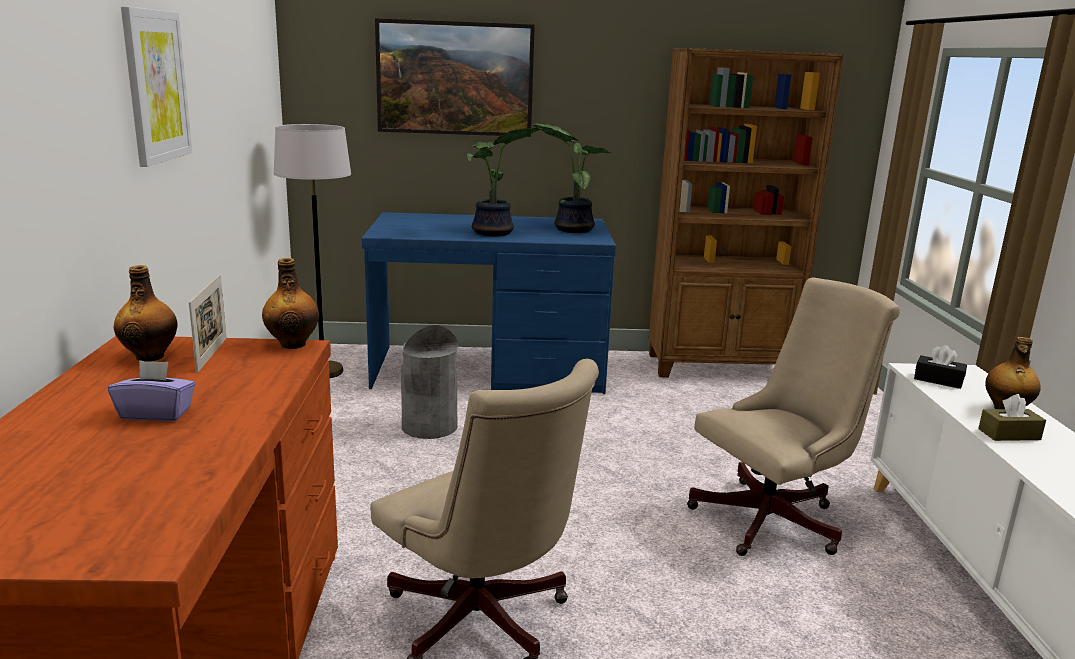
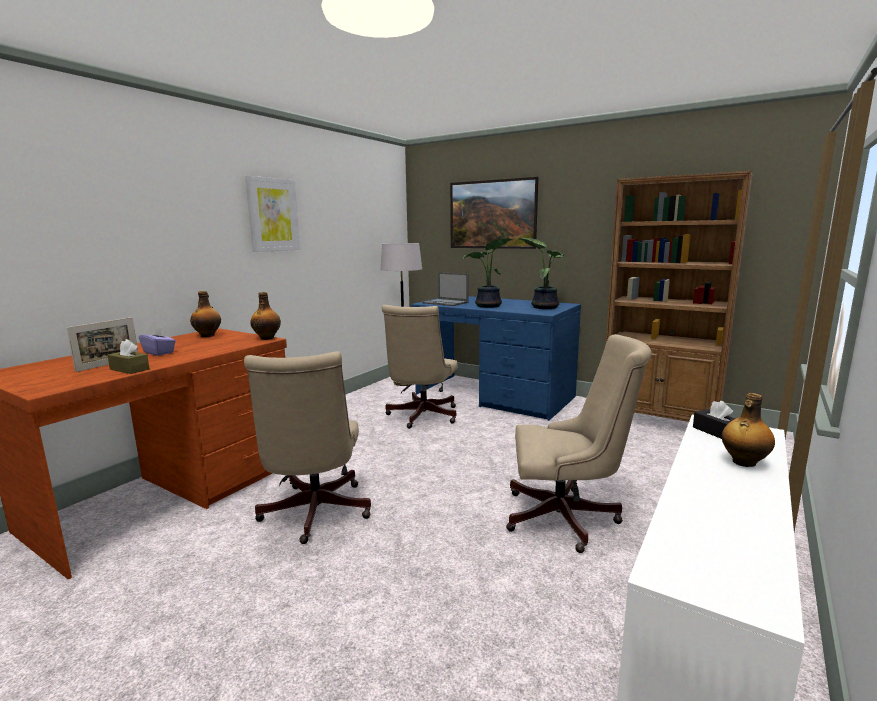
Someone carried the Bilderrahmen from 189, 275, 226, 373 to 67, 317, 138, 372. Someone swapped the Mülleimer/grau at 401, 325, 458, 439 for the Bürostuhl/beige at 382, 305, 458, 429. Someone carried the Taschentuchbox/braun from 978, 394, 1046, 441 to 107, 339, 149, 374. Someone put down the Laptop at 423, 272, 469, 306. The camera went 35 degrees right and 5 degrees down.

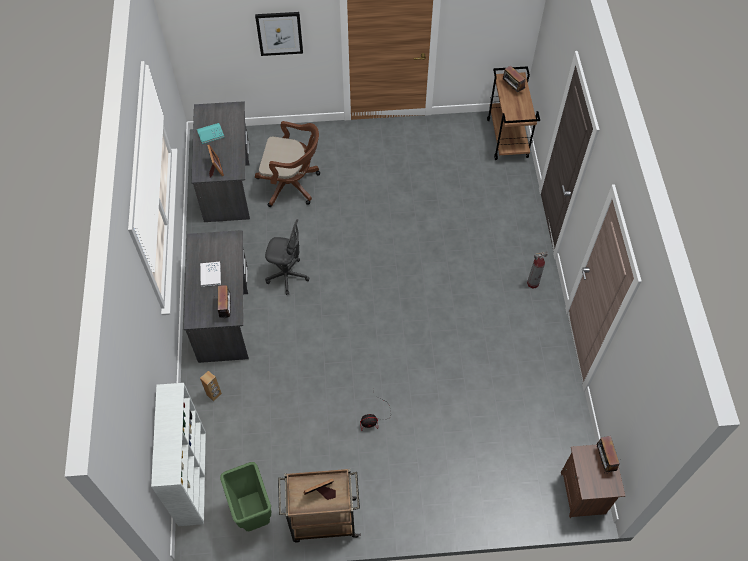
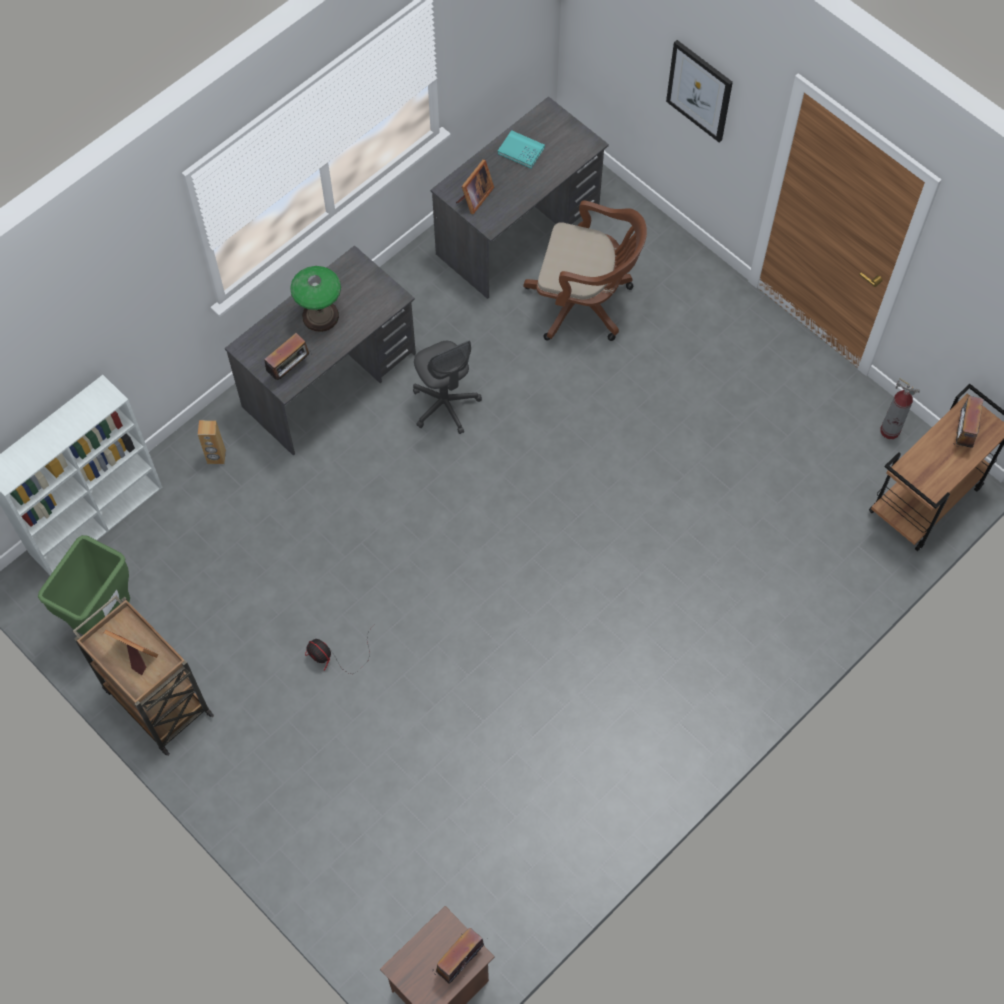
Someone swapped the Buch/weiß at 200, 262, 221, 287 for the Tischlampe at 290, 266, 341, 332. Someone rotated the Bürostuhl/braun at 255, 121, 320, 207 by 45 degrees counterclockwise. Someone carried the Feuerlöscher from 527, 251, 548, 289 to 881, 378, 920, 439. The camera went 50 degrees right and 5 degrees up.

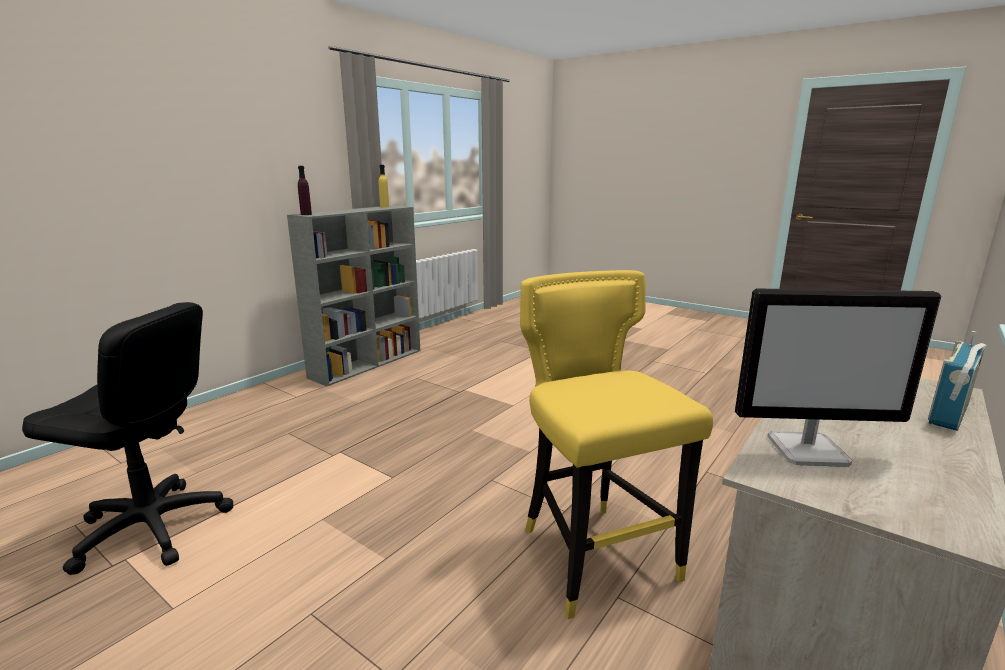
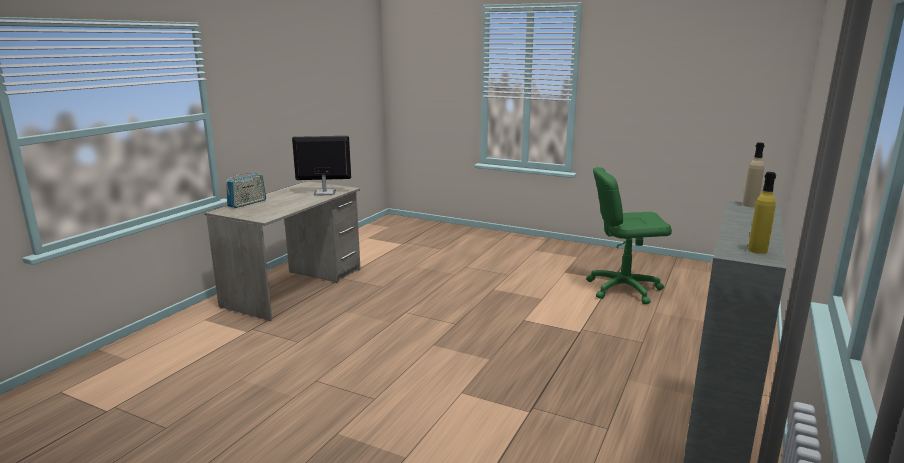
Someone repainted the Bürostuhl/schwarz at 22, 302, 233, 575, which became the Bürostuhl/grün at 586, 167, 672, 304. Someone repainted the Flasche/lila at 298, 166, 312, 215, which became the Flasche/beige at 743, 142, 764, 207. Someone took away the Hocker/gelb at 520, 270, 713, 619. The camera went 170 degrees right and 0 degrees up.

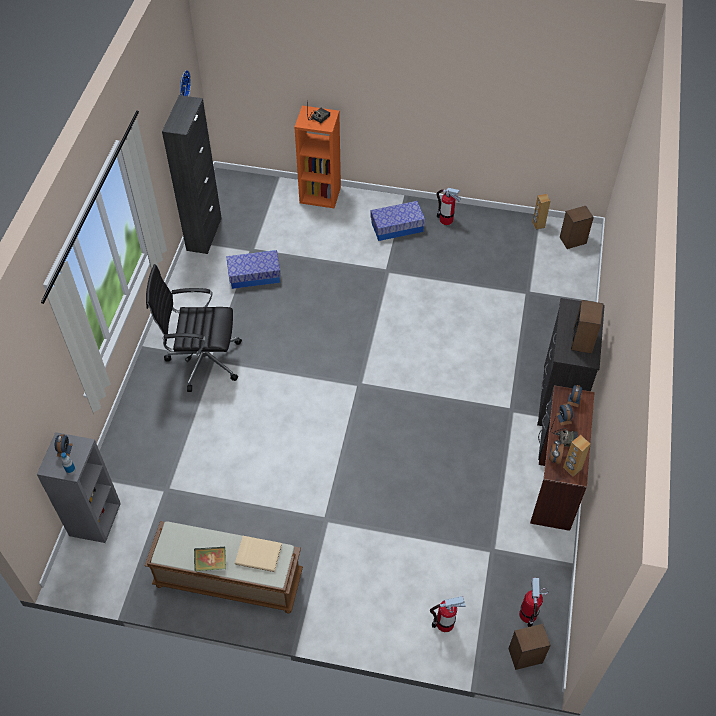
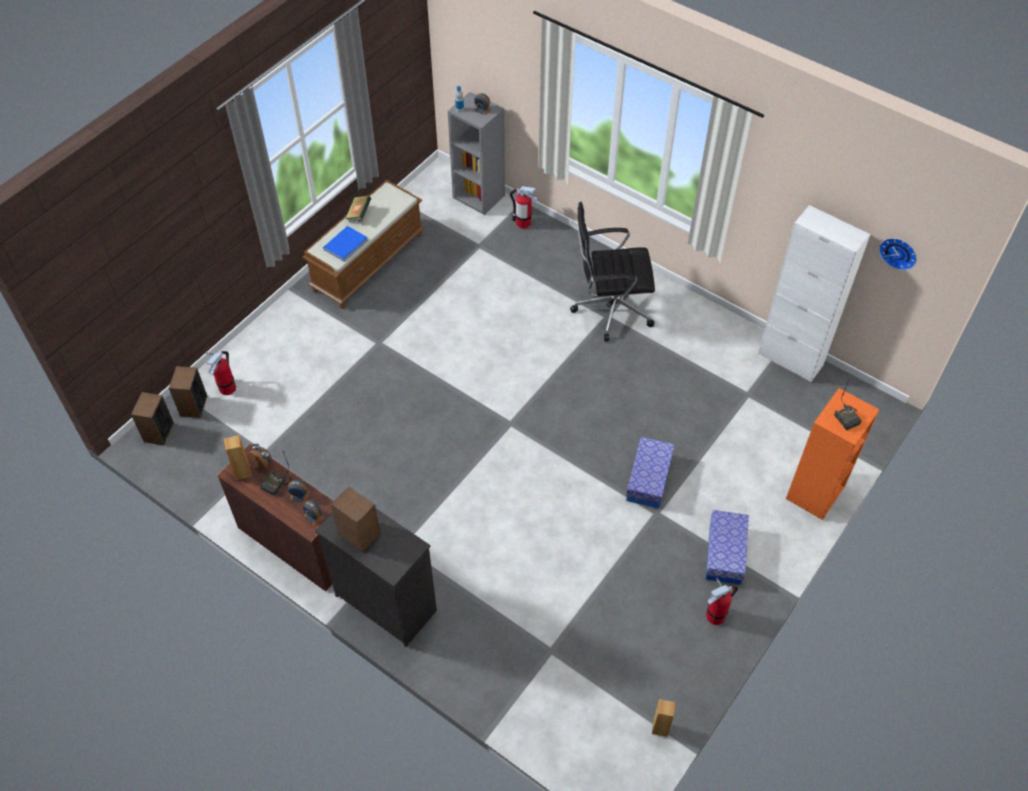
Someone rotated the Bürostuhl/schwarz at 146, 264, 242, 392 by 120 degrees counterclockwise. Someone repainted the Schrank/schwarz at 162, 95, 222, 254, which became the Schrank/weiß at 758, 205, 871, 382. Someone carried the Aufbewahrungsbox from 226, 250, 281, 289 to 626, 437, 674, 509. Someone repainted the Buch/beige at 235, 536, 282, 572, which became the Buch/blau at 323, 226, 368, 261. Someone carried the Feuerlöscher from 519, 578, 548, 627 to 510, 186, 537, 229. Someone carried the Lautsprecher from 560, 206, 594, 249 to 169, 366, 207, 418. The camera went 115 degrees right and 0 degrees up.

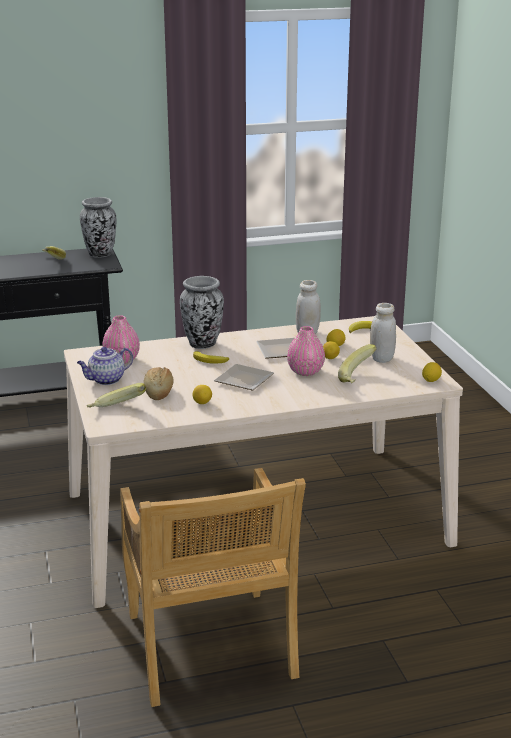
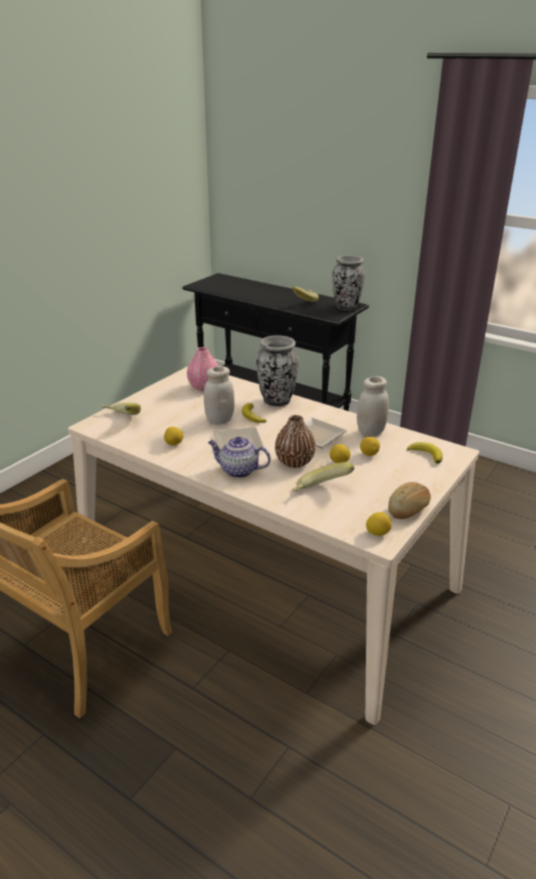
Someone carried the Teekanne from 77, 347, 133, 385 to 208, 437, 271, 478. Someone carried the Brot from 144, 367, 173, 400 to 388, 482, 431, 519. Someone repainted the Vase/rosa at 287, 326, 325, 376, which became the Vase/braun at 275, 415, 316, 468. Someone carried the Vorratsglas/weiß from 370, 303, 396, 363 to 204, 366, 234, 425. The camera went 50 degrees right and 5 degrees up.

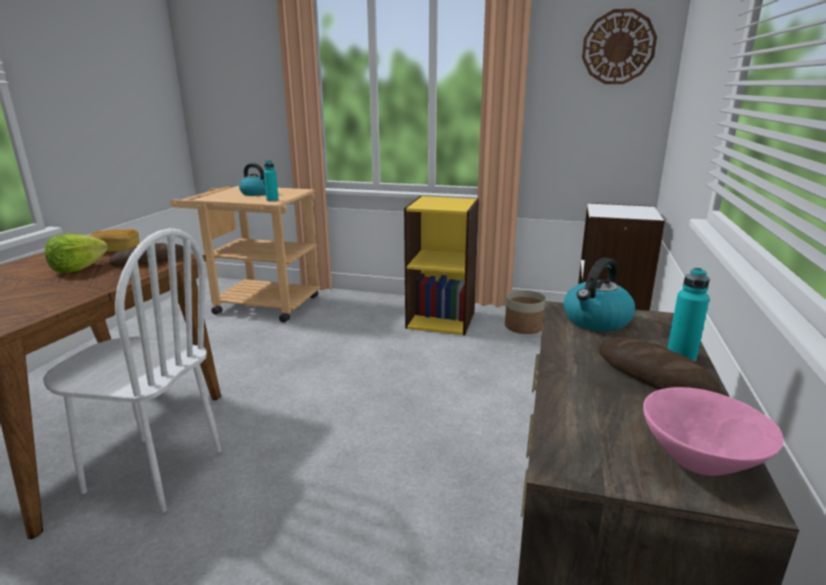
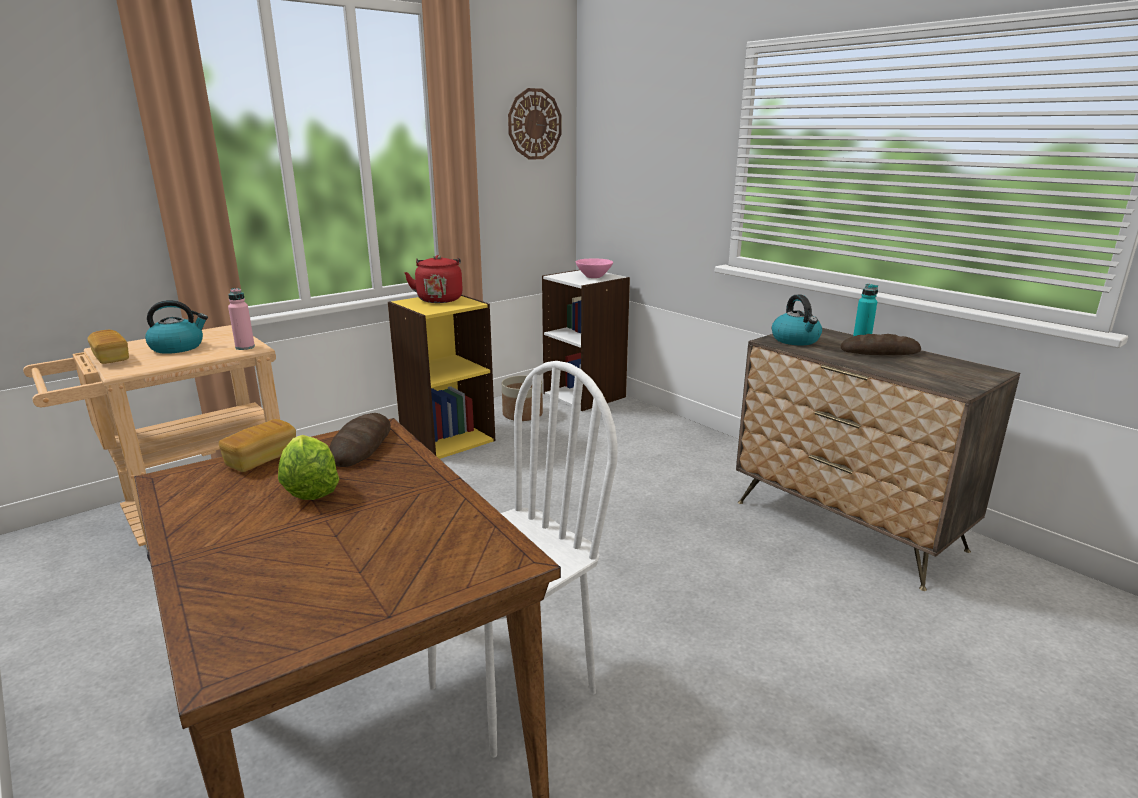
Someone repainted the Flasche/türkis at 264, 160, 279, 201, which became the Flasche/rosa at 228, 288, 255, 350. Someone carried the Schüssel/rosa from 643, 387, 784, 476 to 576, 259, 613, 278. Someone put down the Brot at 88, 330, 129, 364. Someone put down the Wasserkessel/rot at 404, 255, 463, 303. The camera went 55 degrees left and 0 degrees up.

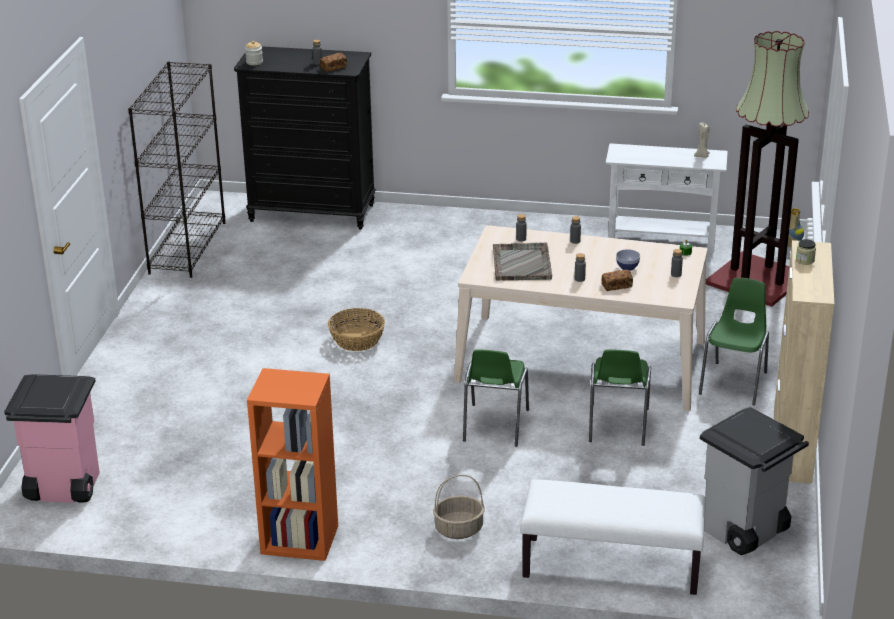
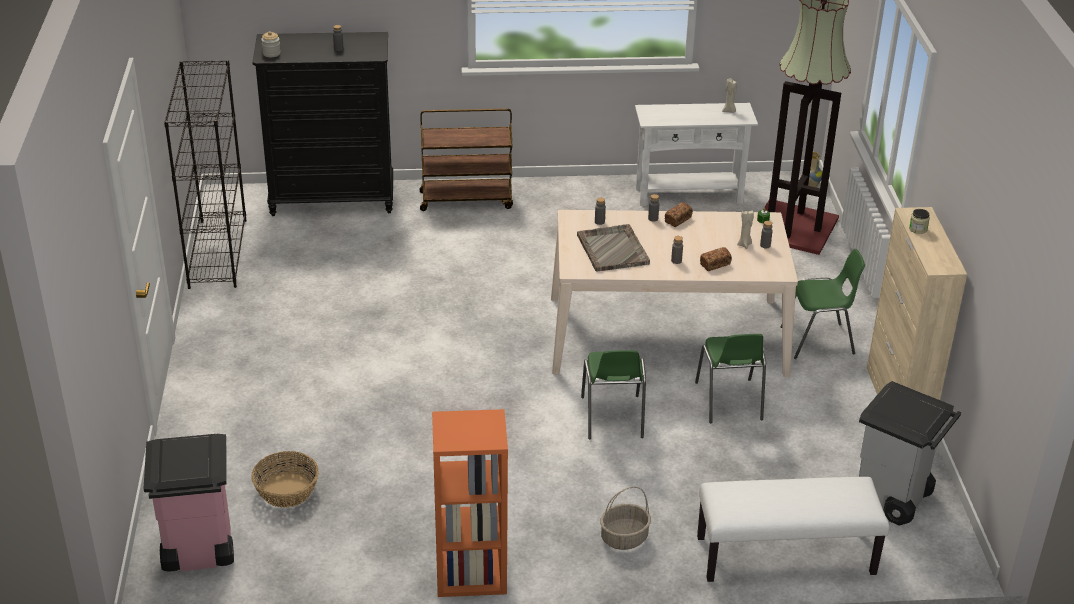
Someone carried the Brot from 320, 53, 347, 72 to 665, 202, 693, 227. Someone carried the Korb from 328, 308, 385, 351 to 251, 451, 319, 508. Someone took away the Schüssel at 616, 249, 640, 271. Someone rotated the Stuhl/grün at 699, 278, 769, 405 by 75 degrees clockwise. Someone put down the Rollwagen/braun at 420, 108, 513, 211. Someone put down the Kerze/beige at 737, 210, 754, 249. The camera went 15 degrees left and 5 degrees up.

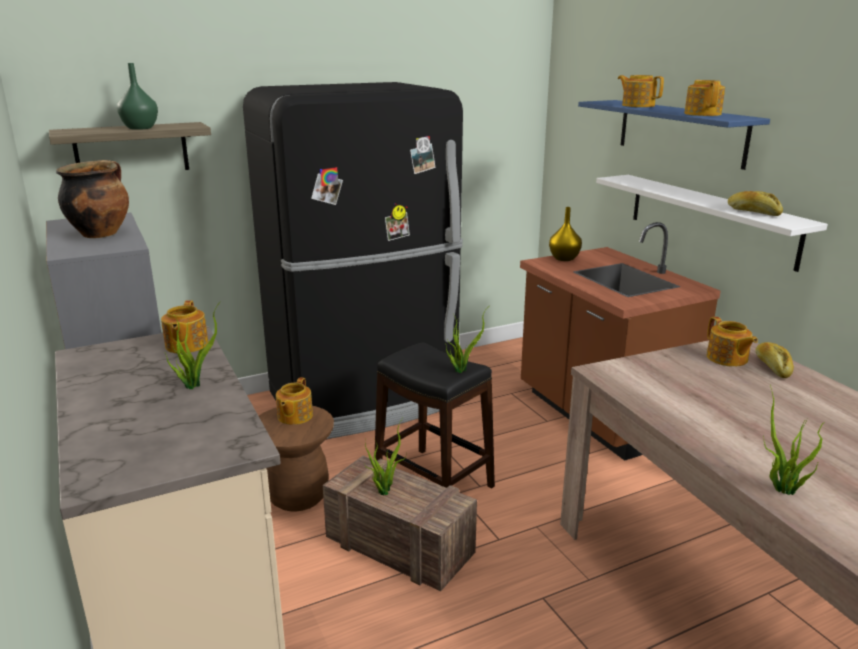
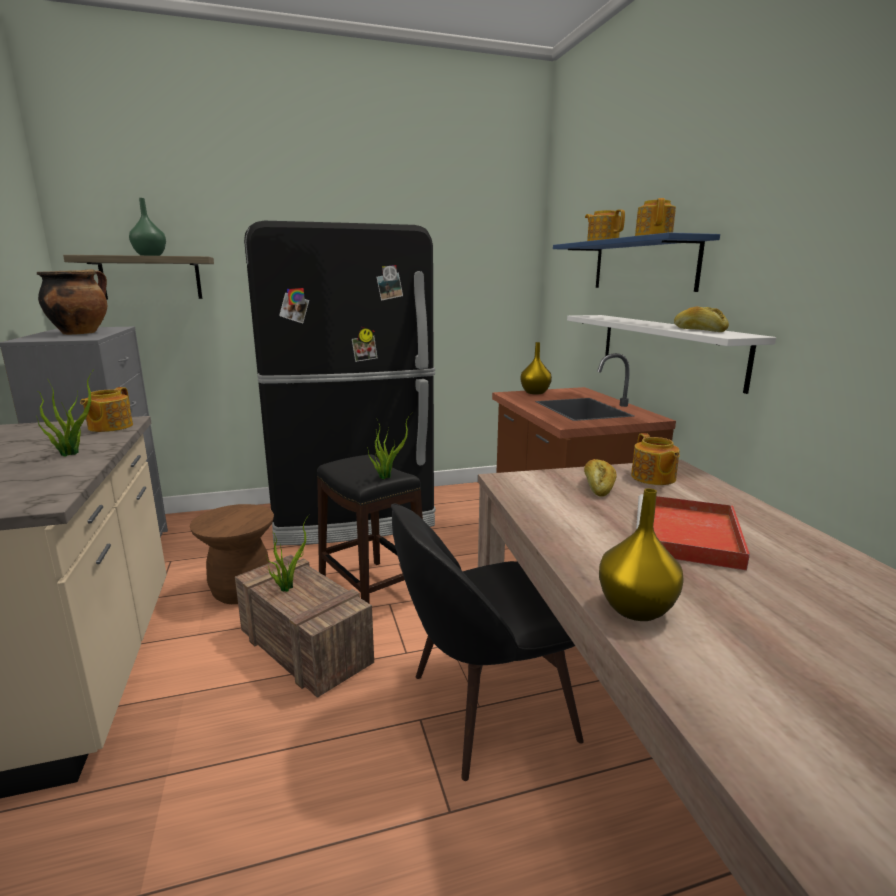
Someone took away the Teekanne at 276, 377, 313, 425. Someone carried the Brot from 756, 342, 794, 378 to 584, 459, 617, 497. Someone swapped the Topfpflanze at 764, 385, 825, 495 for the Vase/gelb at 599, 488, 684, 621. Someone put down the Stuhl/schwarz at 391, 504, 584, 781. Someone put down the Tablett/rot at 636, 494, 750, 571. The camera went 10 degrees right and 5 degrees down.

